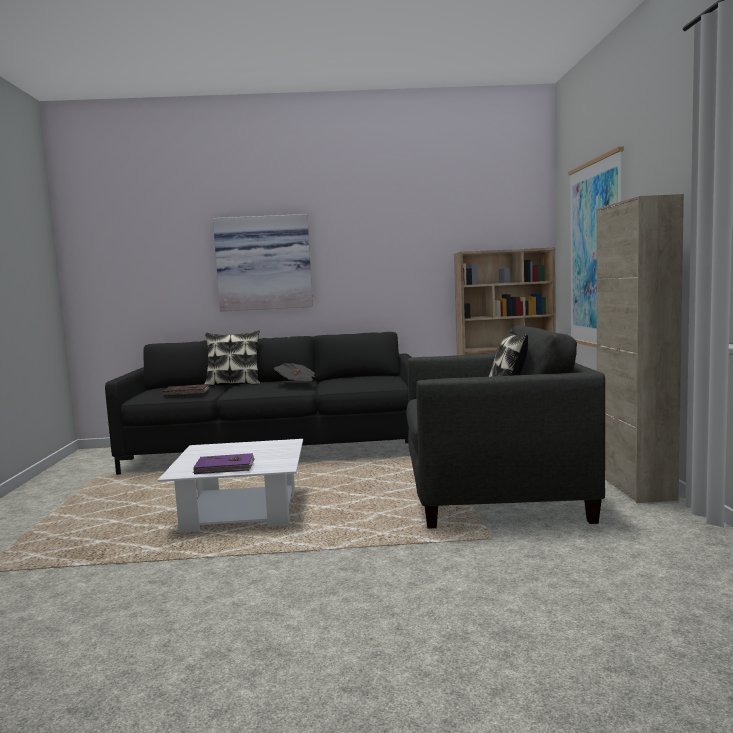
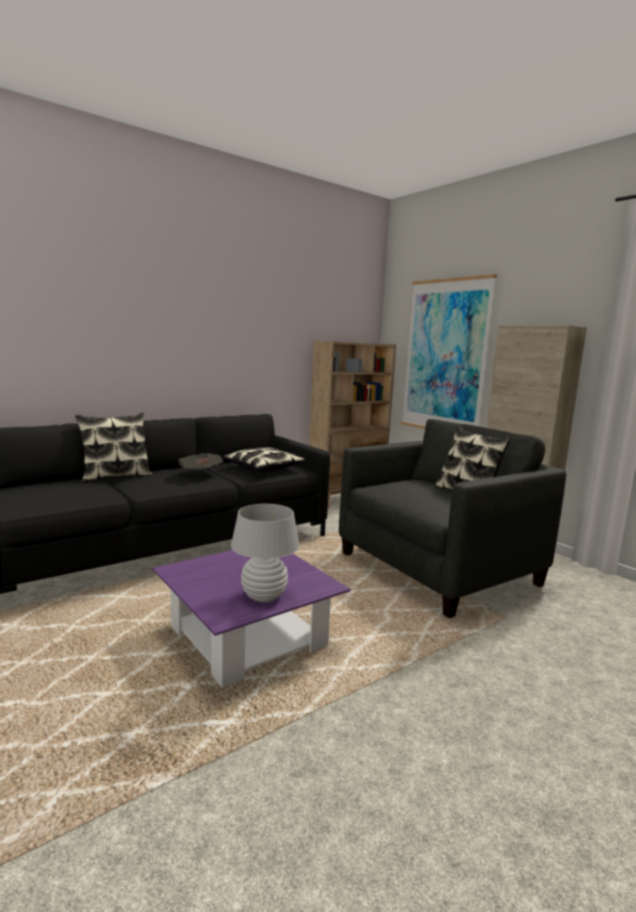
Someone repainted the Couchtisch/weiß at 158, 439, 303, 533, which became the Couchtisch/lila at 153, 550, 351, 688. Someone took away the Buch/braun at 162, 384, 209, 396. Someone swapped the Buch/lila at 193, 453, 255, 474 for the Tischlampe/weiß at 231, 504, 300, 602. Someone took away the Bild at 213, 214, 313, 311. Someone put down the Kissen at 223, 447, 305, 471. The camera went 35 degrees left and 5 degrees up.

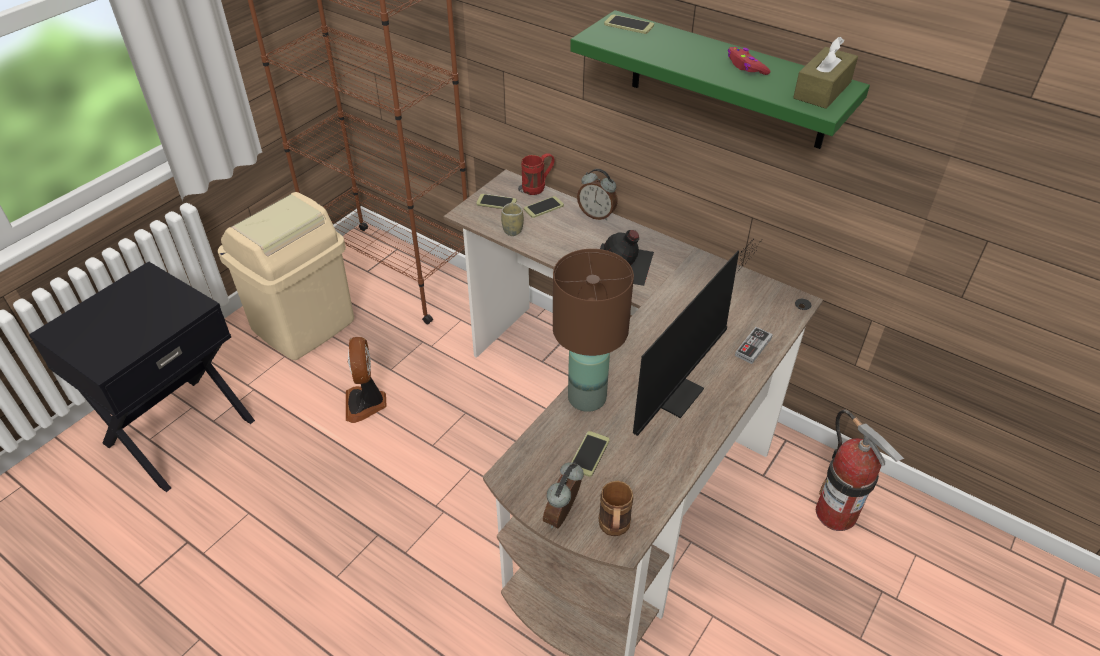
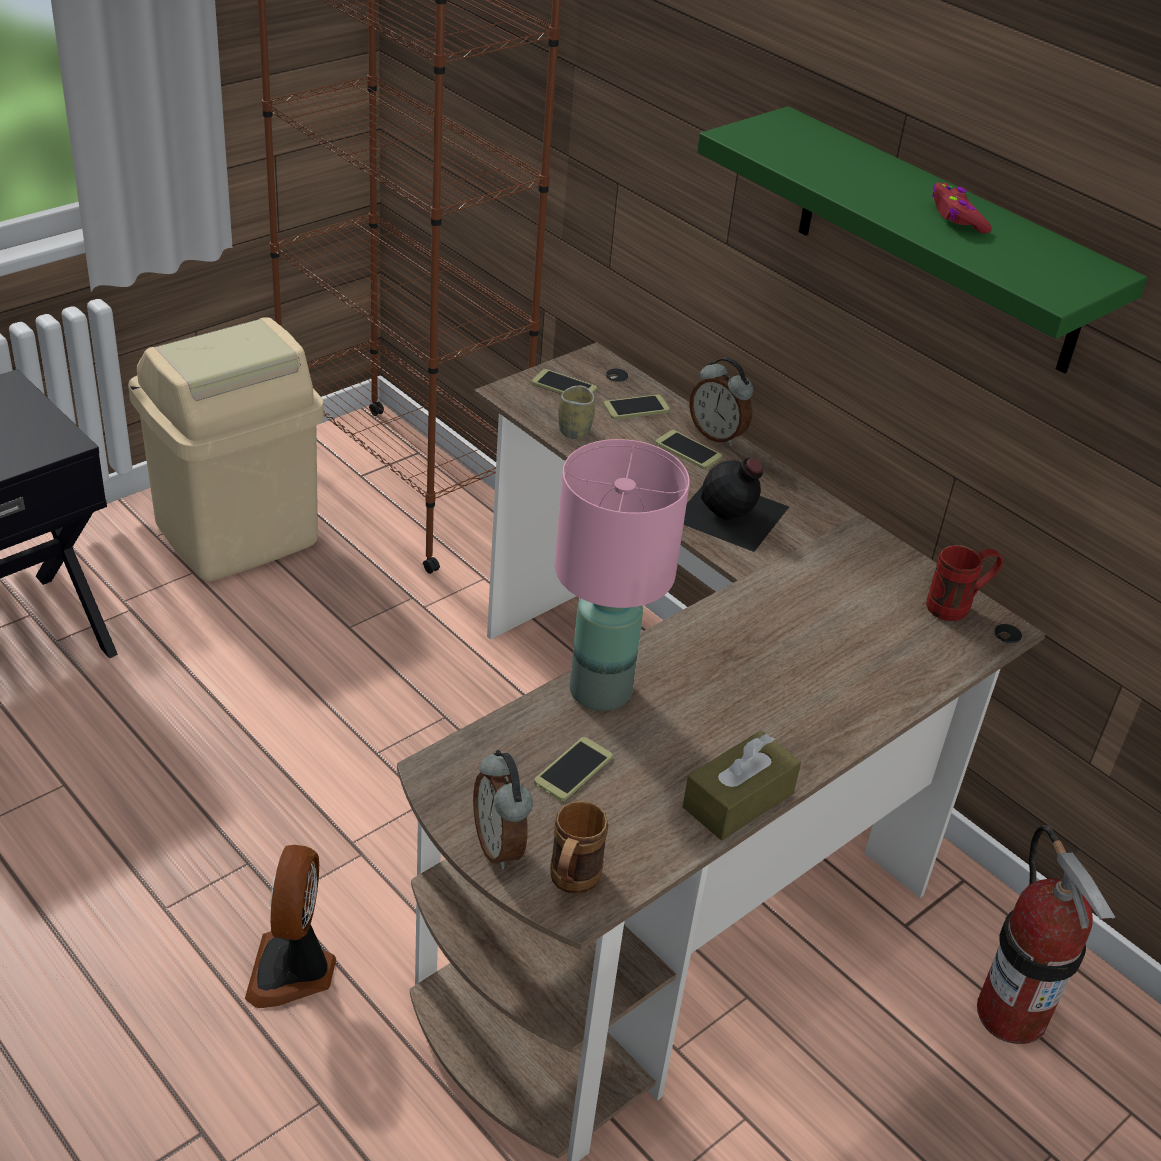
Someone carried the Ventilator from 346, 337, 386, 423 to 245, 845, 336, 1008. Someone carried the Henkelbecher/rot from 521, 153, 555, 195 to 926, 545, 1003, 621. Someone rotated the Wecker at 543, 462, 584, 529 by 60 degrees counterclockwise. Someone repainted the Tischlampe/braun at 553, 249, 634, 412, which became the Tischlampe/rosa at 555, 439, 690, 711. Someone carried the Handy from 604, 14, 654, 34 to 656, 430, 722, 469. Someone took away the Monitor at 633, 242, 760, 436. Someone took away the Gamepad at 735, 327, 773, 364. Someone carried the Taschentuchbox/braun from 793, 37, 858, 109 to 683, 730, 801, 840. The camera went 10 degrees right and 5 degrees down.

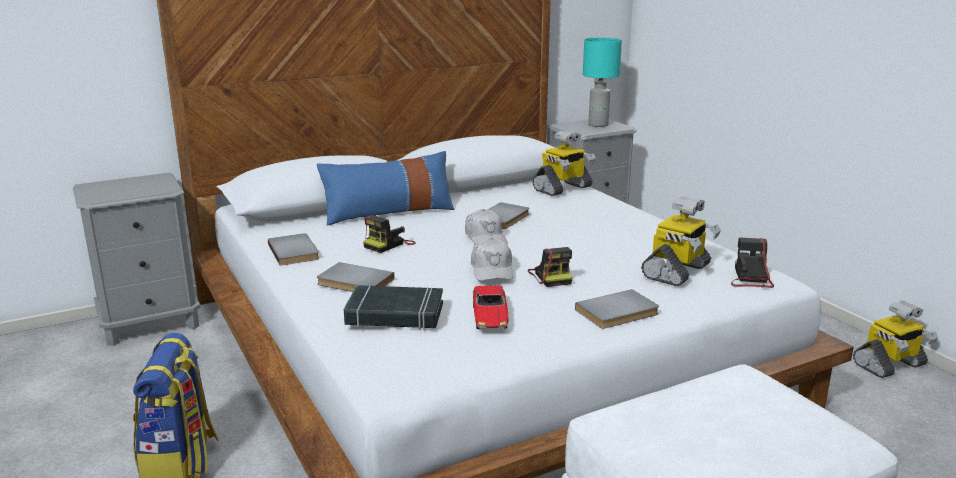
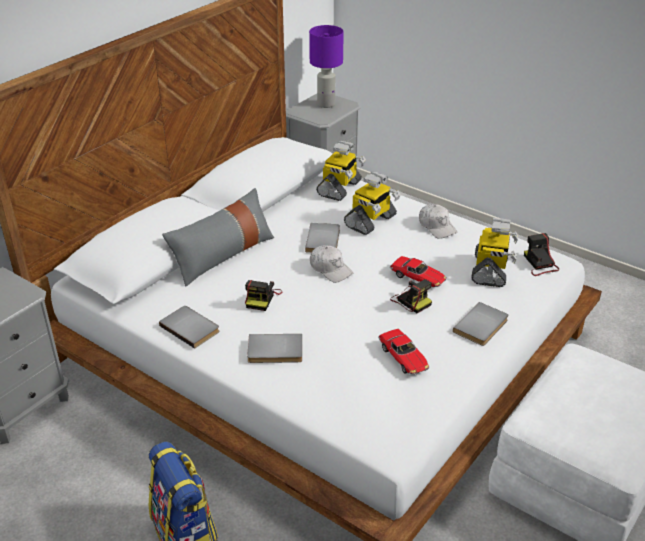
Someone repainted the Kissen/blau at 317, 151, 455, 226, which became the Kissen/grau at 162, 188, 274, 287. Someone took away the Buch/schwarz at 344, 285, 443, 330. Someone carried the Kappe/weiß from 471, 238, 513, 281 to 419, 204, 457, 239. Someone repainted the Tischlampe/türkis at 583, 38, 622, 127, which became the Tischlampe/lila at 309, 25, 344, 108. Someone carried the Spielzeugroboter from 853, 301, 938, 378 to 344, 171, 401, 235. Someone put down the Spielzeugauto at 390, 256, 447, 287. The camera went 25 degrees left and 15 degrees up.

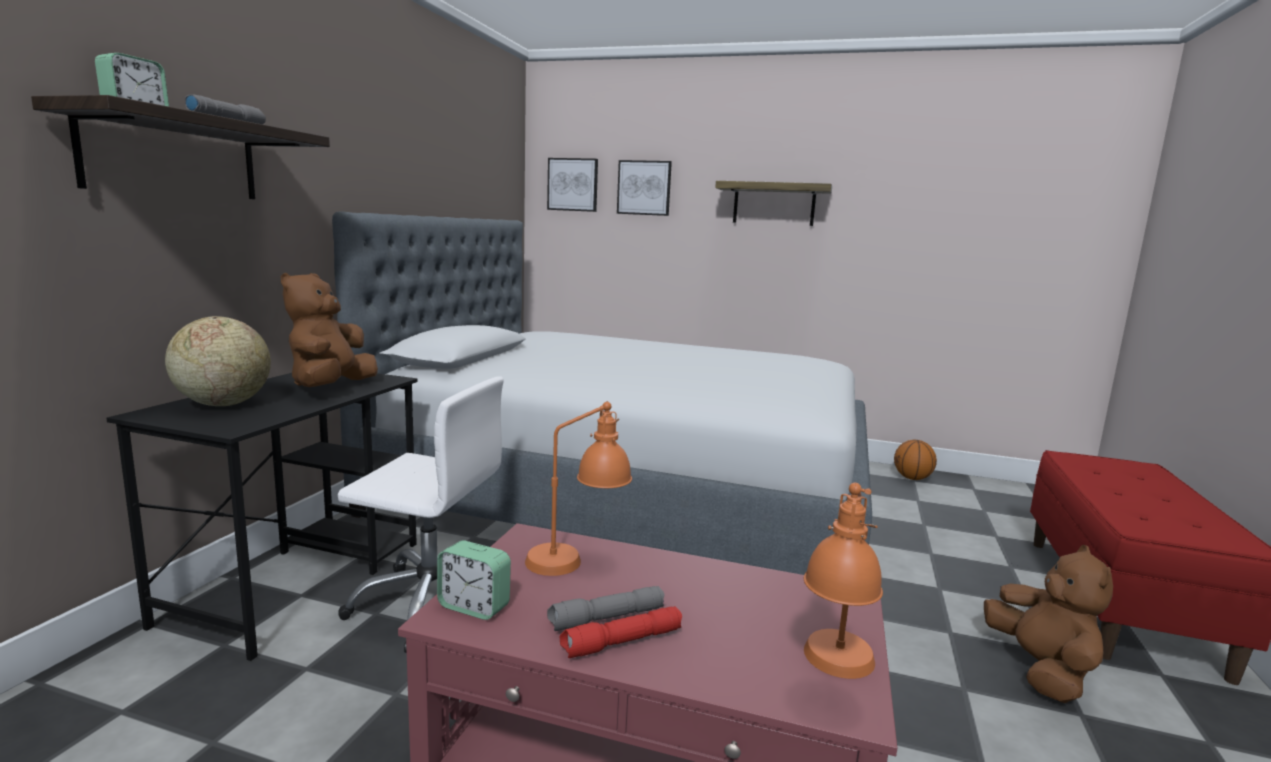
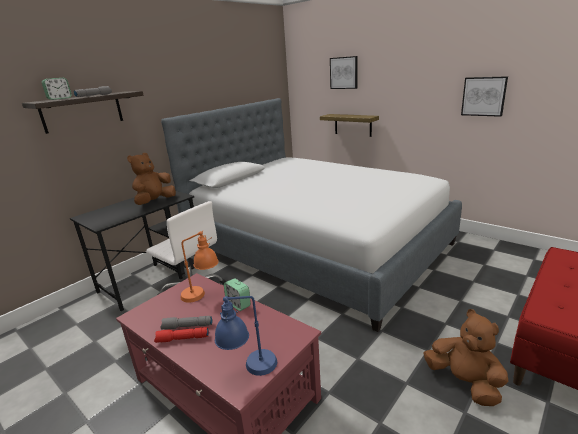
Someone took away the Globus at 165, 316, 271, 406. Someone carried the Wecker from 437, 540, 511, 620 to 224, 278, 251, 311. Someone carried the Bild from 547, 158, 598, 212 to 461, 76, 508, 117. Someone carried the Wandregal from 715, 181, 832, 226 to 320, 114, 379, 137. Someone repainted the Tischlampe/orange at 804, 483, 883, 679, which became the Tischlampe/blau at 215, 296, 277, 376. Someone took away the Basketball at 894, 439, 937, 480. Someone rotated the Plüschtier/braun at 984, 545, 1113, 703 by 60 degrees counterclockwise. The camera went 25 degrees right and 10 degrees up.

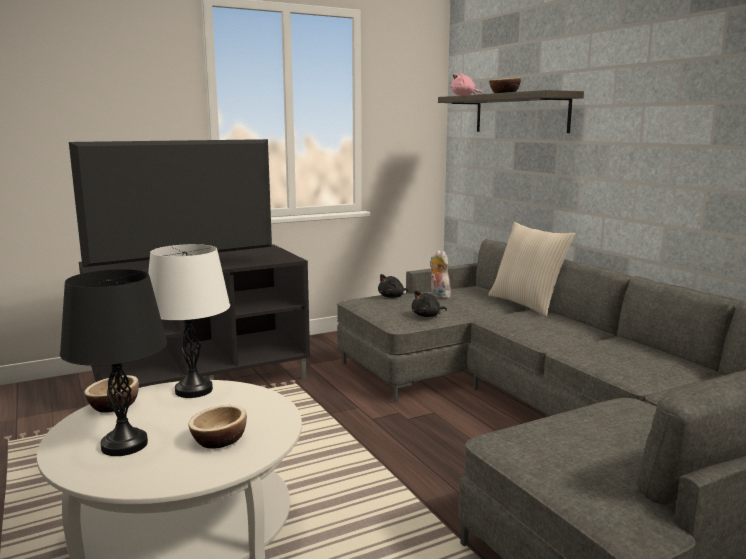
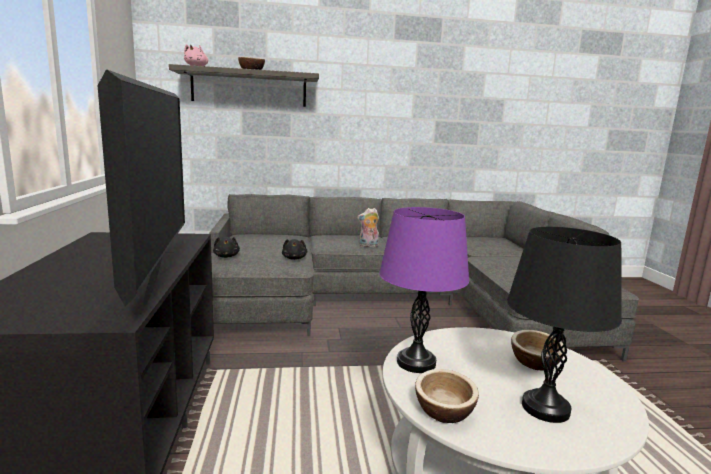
Someone repainted the Tischlampe/weiß at 148, 244, 230, 398, which became the Tischlampe/lila at 379, 207, 469, 373. Someone carried the Plüschtier from 431, 250, 451, 298 to 357, 208, 379, 247. Someone took away the Kissen/beige at 488, 222, 576, 317. The camera went 70 degrees left and 0 degrees up.

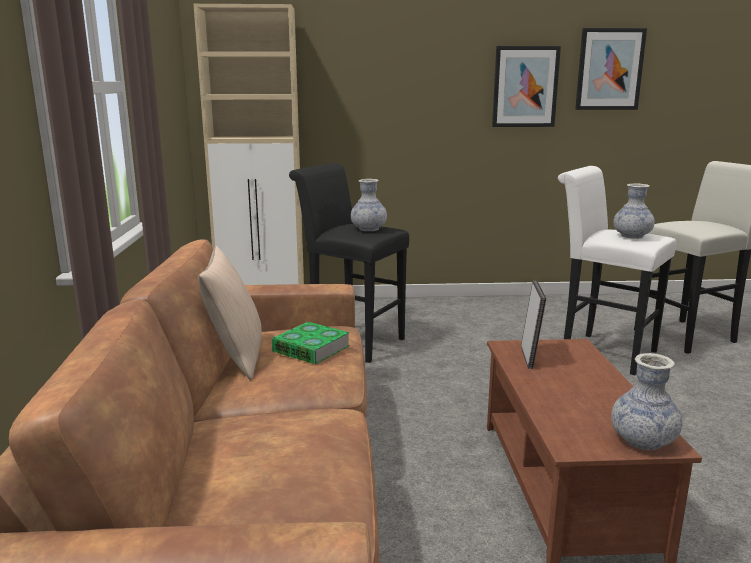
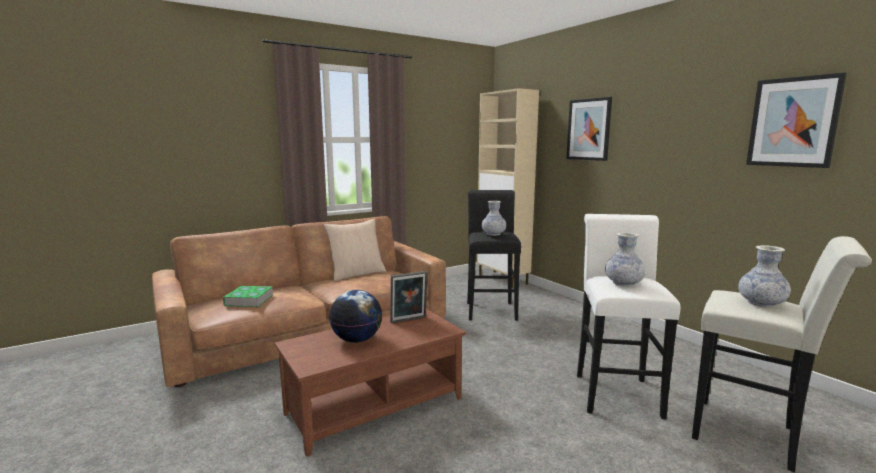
Someone carried the Buch from 272, 322, 350, 364 to 223, 286, 273, 307. Someone carried the Bild from 492, 46, 561, 127 to 566, 97, 612, 161. Someone carried the Vase from 611, 353, 683, 450 to 738, 245, 791, 308. Someone put down the Globus at 329, 290, 382, 343. The camera went 60 degrees right and 5 degrees down.

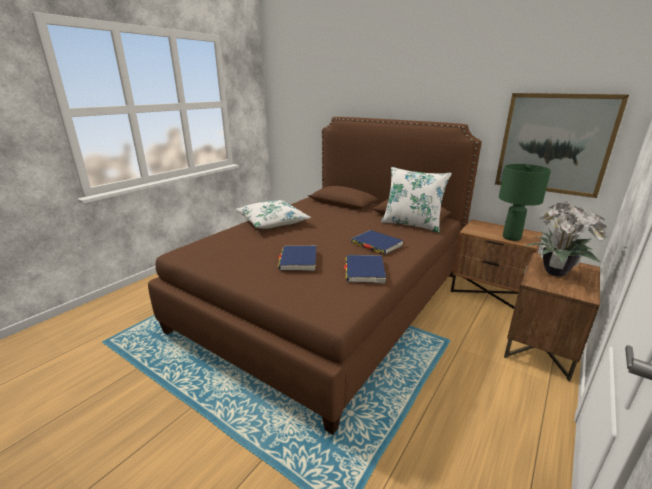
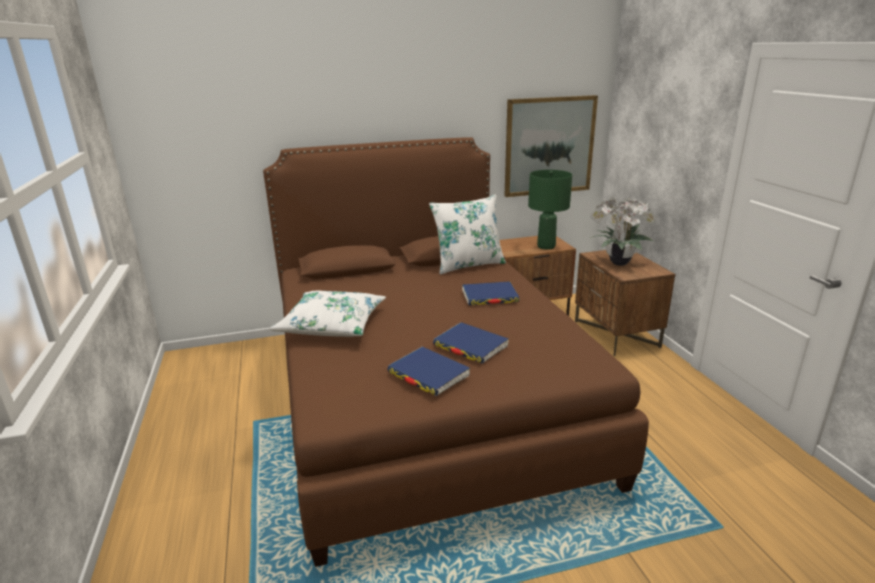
Someone carried the Buch/blau from 344, 255, 386, 284 to 387, 346, 470, 396. The camera went 50 degrees left and 0 degrees up.

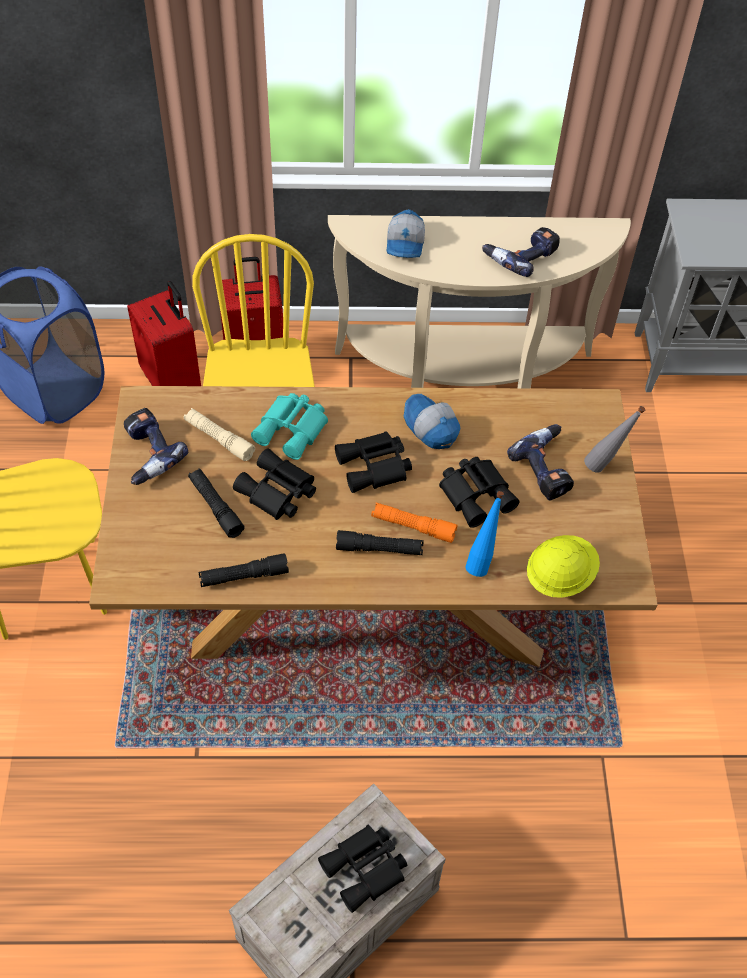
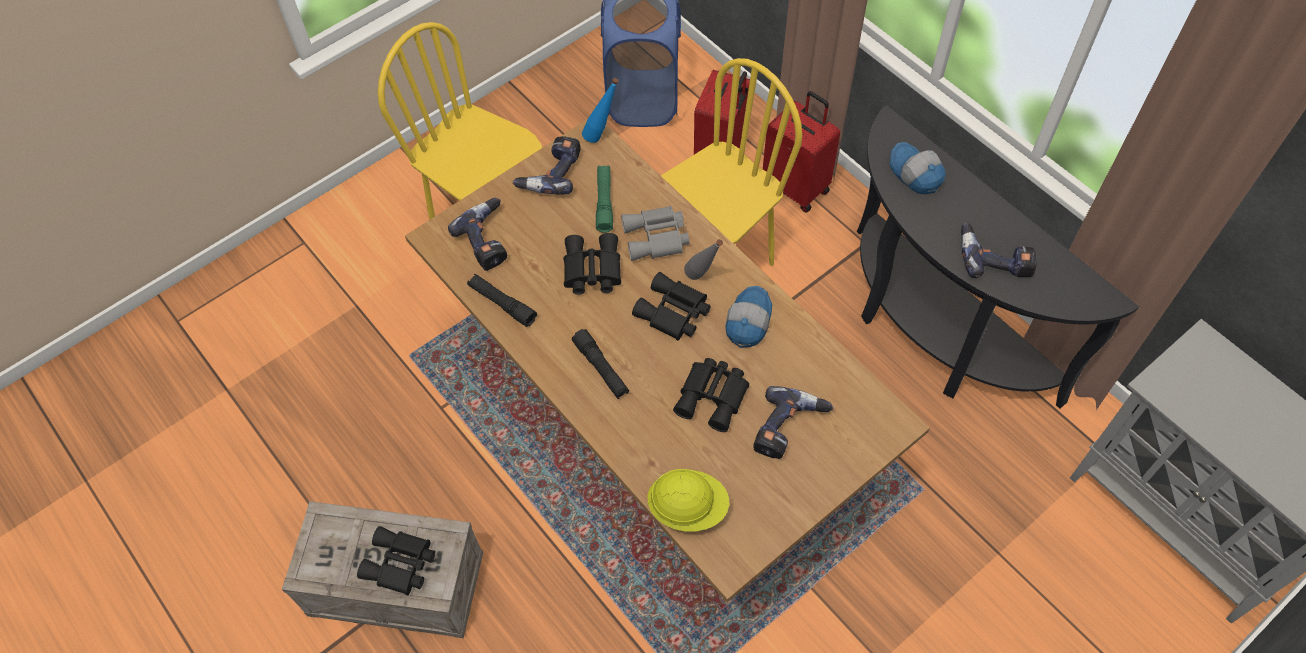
Someone repainted the Taschenlampe/beige at 184, 408, 255, 461, which became the Taschenlampe/grün at 596, 165, 613, 233. Someone took away the Taschenlampe/schwarz at 188, 468, 245, 538. Someone repainted the Fernglas/türkis at 251, 393, 328, 460, which became the Fernglas/grau at 621, 206, 689, 261. Someone repainted the Konsolentisch/beige at 328, 215, 631, 389, which became the Konsolentisch/schwarz at 857, 105, 1139, 409. Someone took away the Taschenlampe/orange at 371, 503, 457, 543. Someone rotated the Kappe at 387, 209, 425, 258 by 90 degrees clockwise. Someone carried the Flasche/blau from 465, 491, 504, 577 to 582, 78, 619, 143. Someone carried the Flasche/grau from 584, 406, 645, 473 to 684, 239, 723, 280. Someone put down the Bohrmaschine at 448, 198, 507, 271. The camera went 55 degrees right and 5 degrees up.

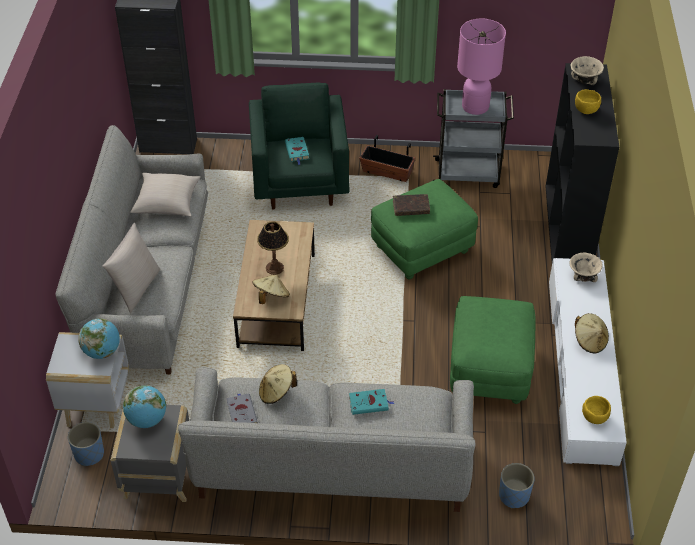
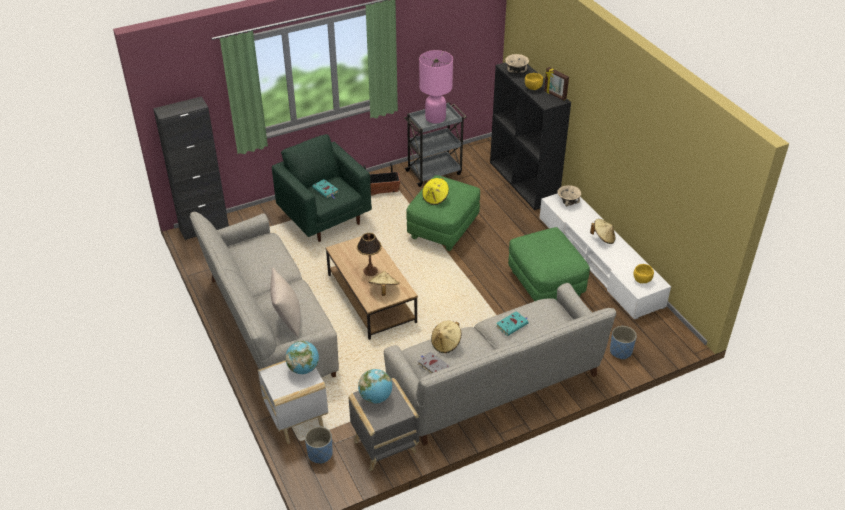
Someone took away the Kissen/beige at 130, 173, 201, 217. Someone swapped the Buch/braun at 393, 194, 430, 216 for the Hut/gelb at 422, 178, 449, 205. Someone put down the Bilderrahmen at 544, 67, 569, 101. The camera went 30 degrees left and 5 degrees down.

